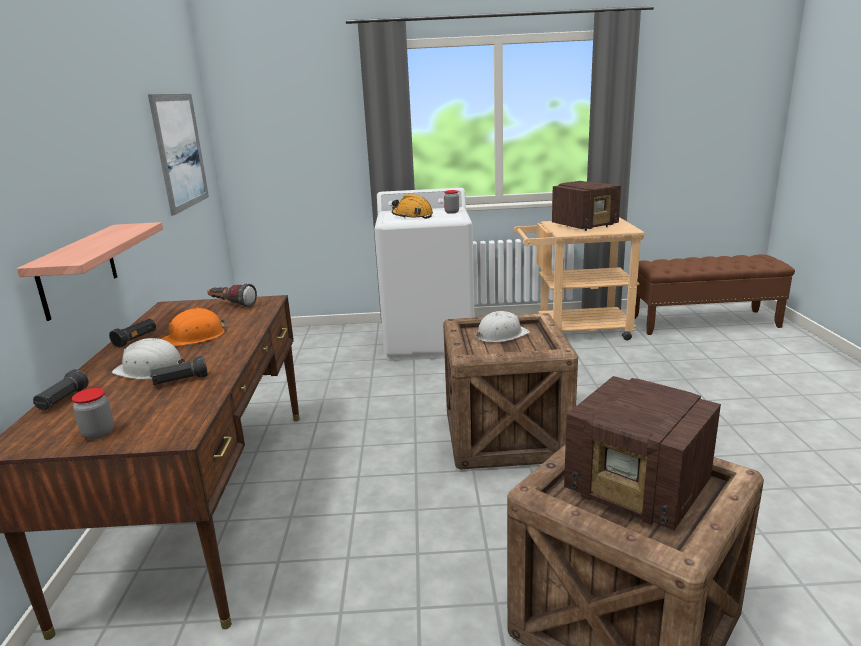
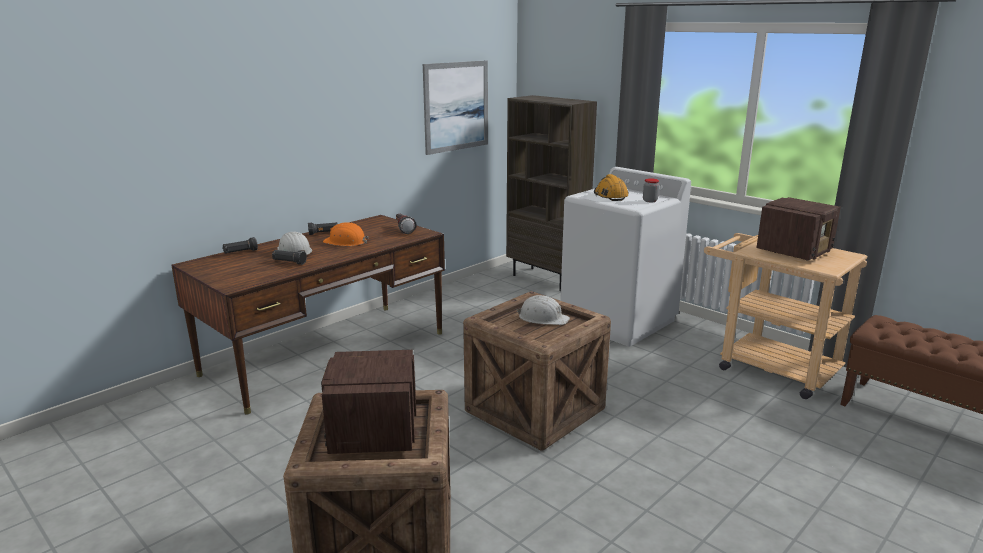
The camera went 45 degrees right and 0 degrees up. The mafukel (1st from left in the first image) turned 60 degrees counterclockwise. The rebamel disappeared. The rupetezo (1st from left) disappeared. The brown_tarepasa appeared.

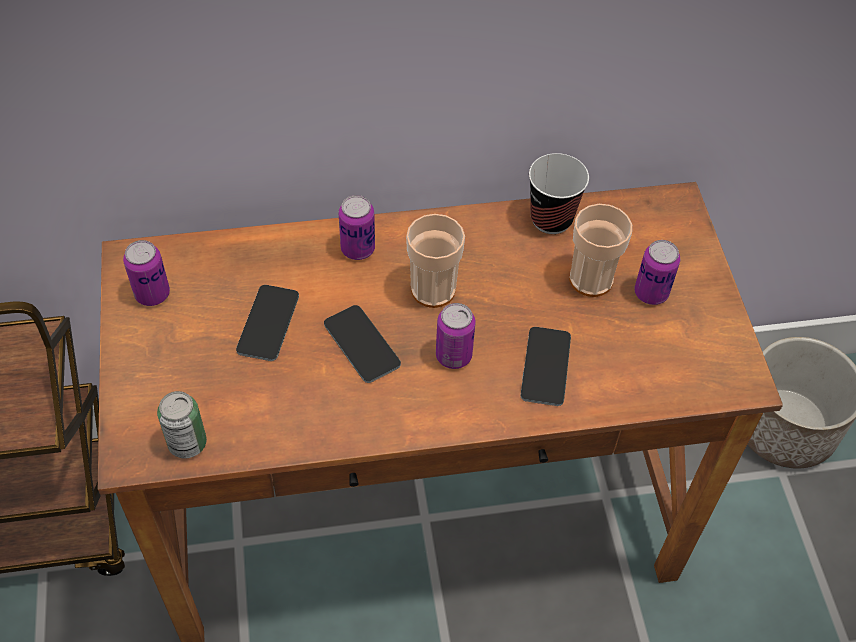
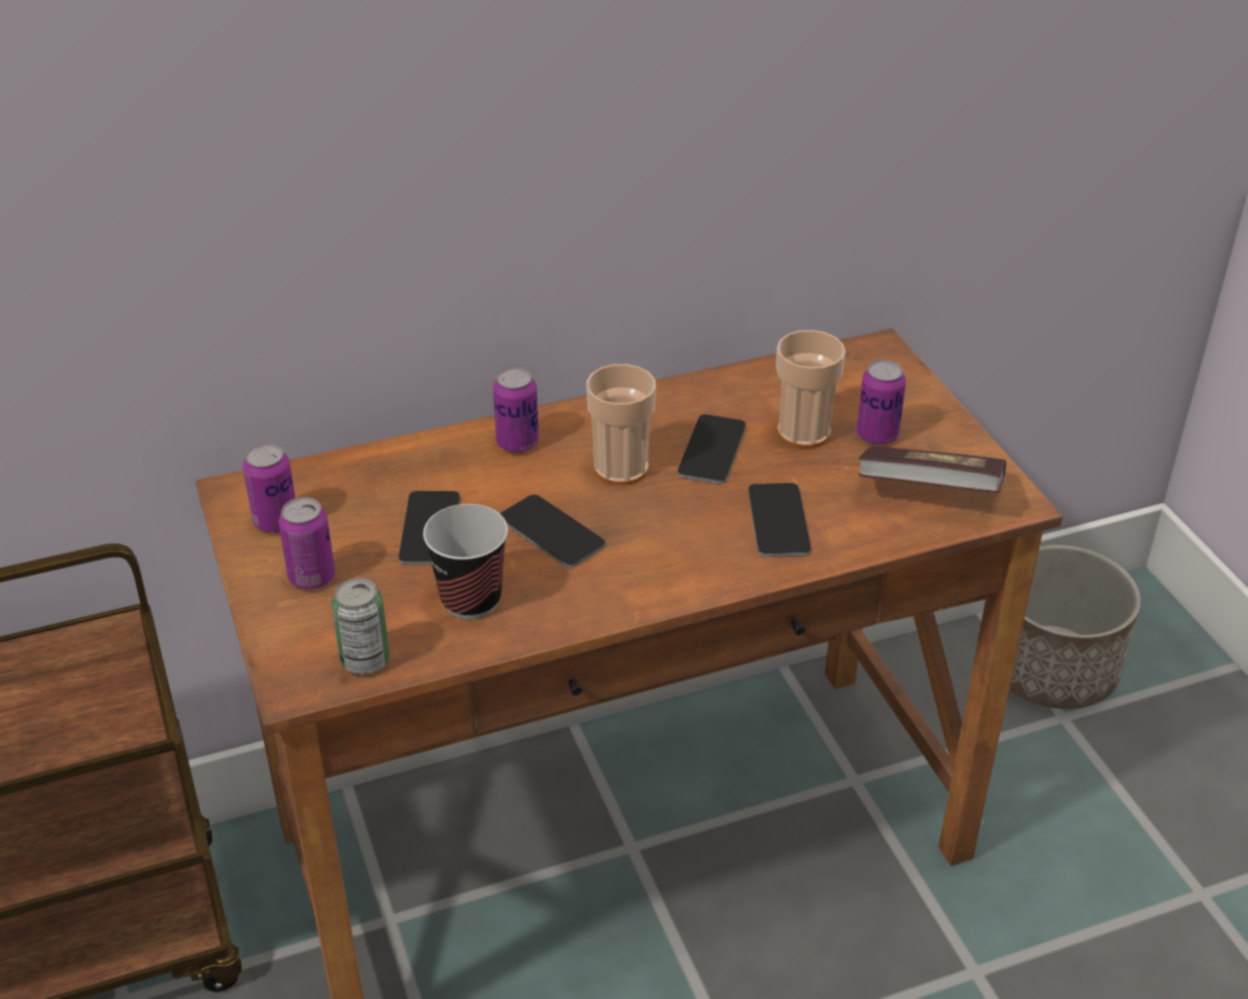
The camera went 10 degrees left and 15 degrees down. The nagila (2nd from left in the first image) moved. The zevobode (4th from left in the first image) moved. The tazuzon (3rd from left) appeared. The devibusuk appeared.

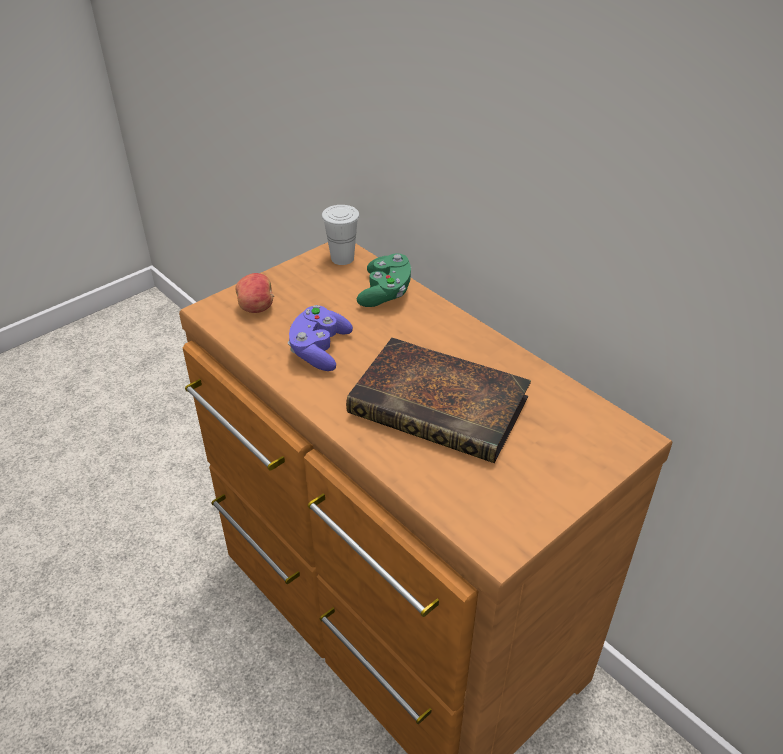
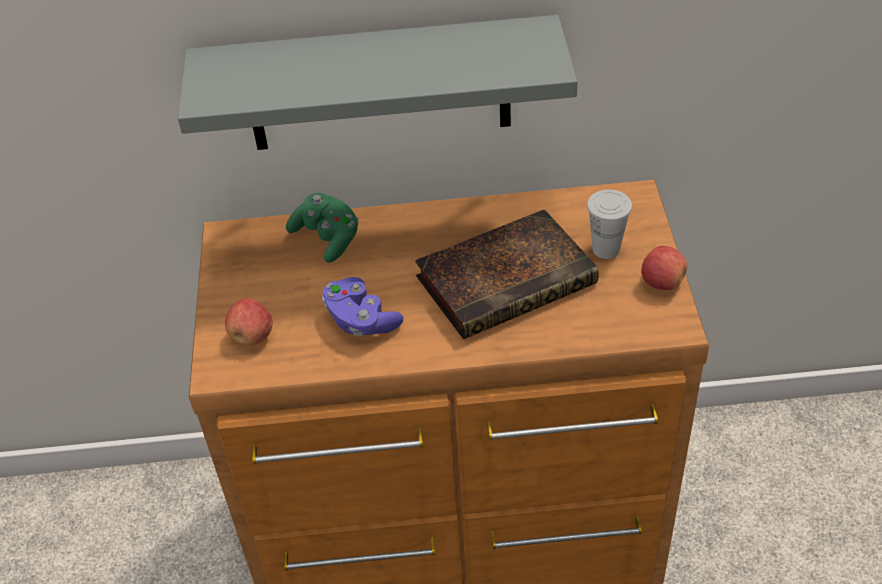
The camera went 50 degrees left and 5 degrees up. The white_nagila moved. The grey_rebamel appeared. The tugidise (2nd from left) appeared.

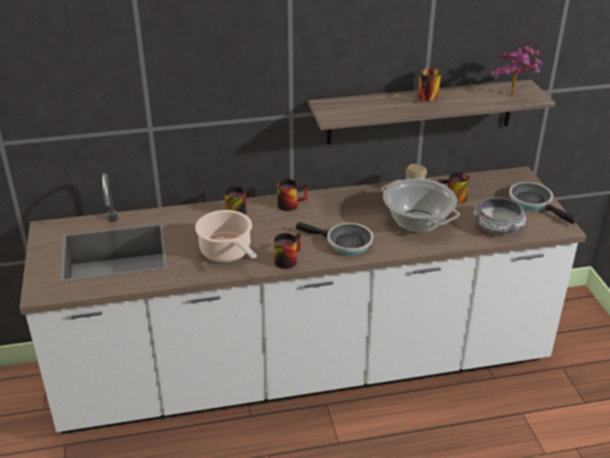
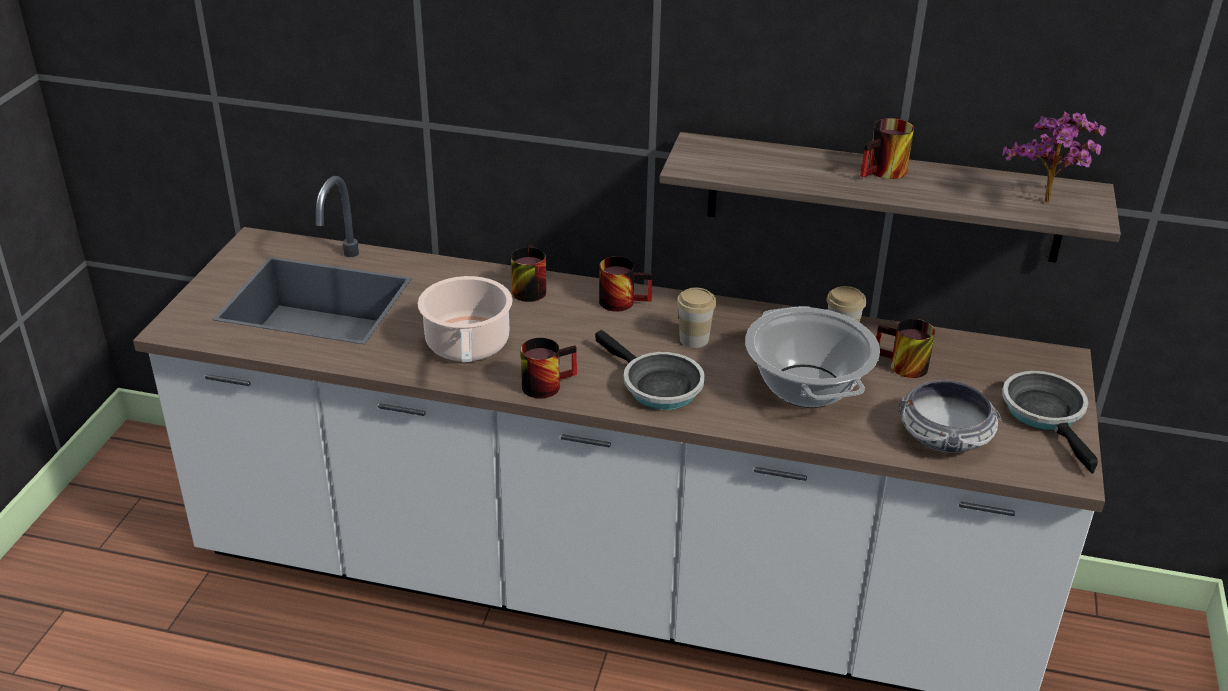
The camera went 25 degrees right and 0 degrees up. The nagila (1st from left) appeared.

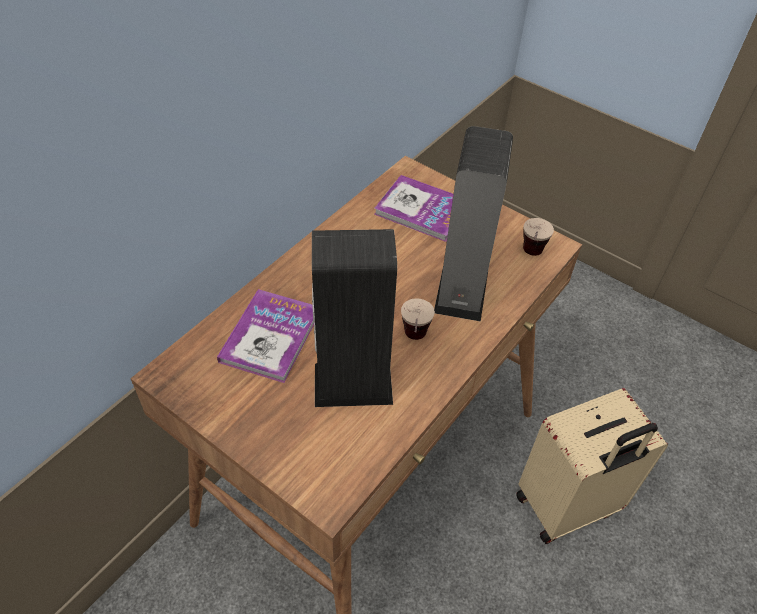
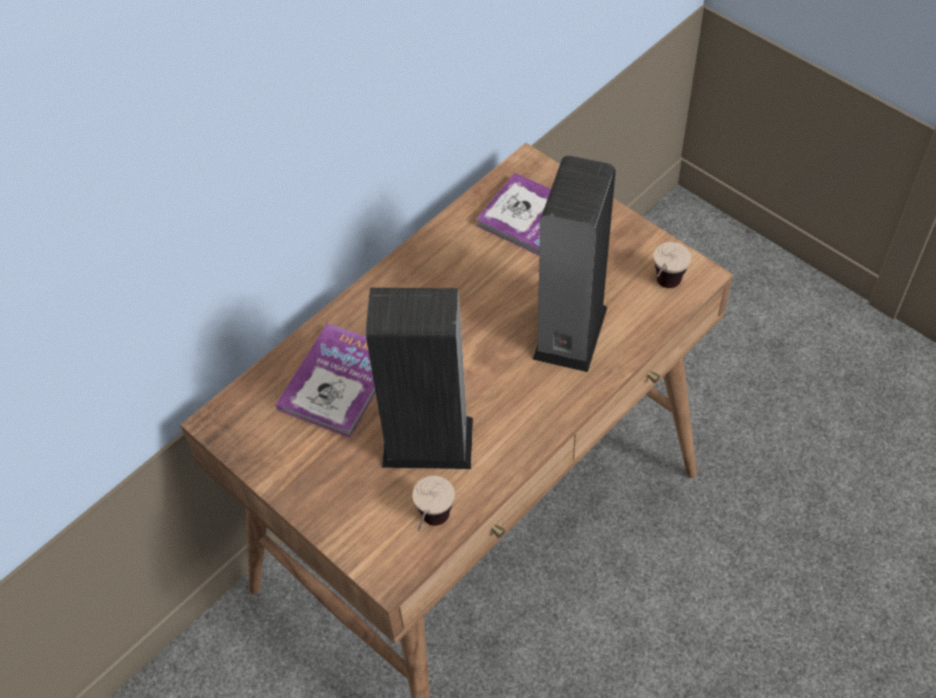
The camera went 10 degrees right and 5 degrees up. The nagila (1st from left) moved. The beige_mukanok disappeared.

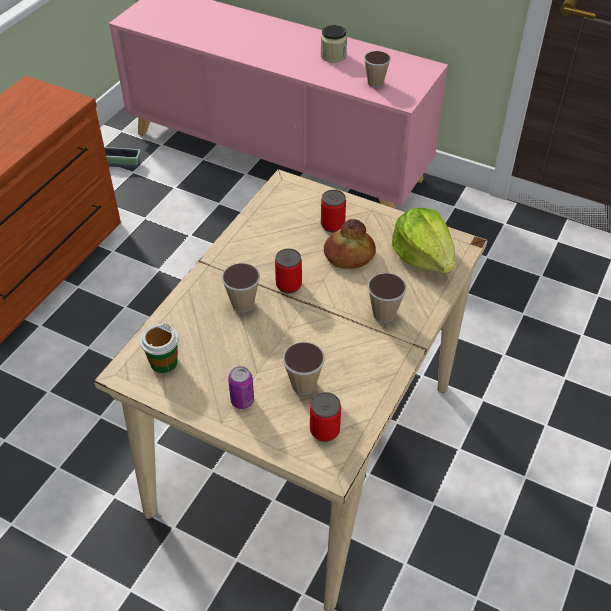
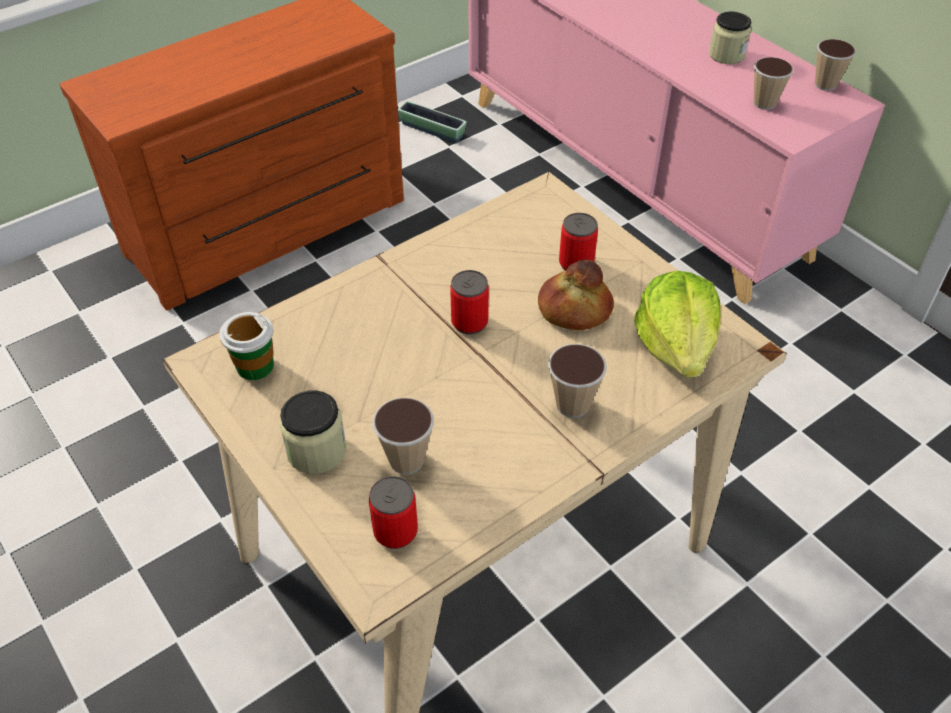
The camera went 25 degrees right and 0 degrees up. The nagila (2nd from left in the first image) moved. The zevobode (1st from left) was replaced by the rupetezo (1st from left).

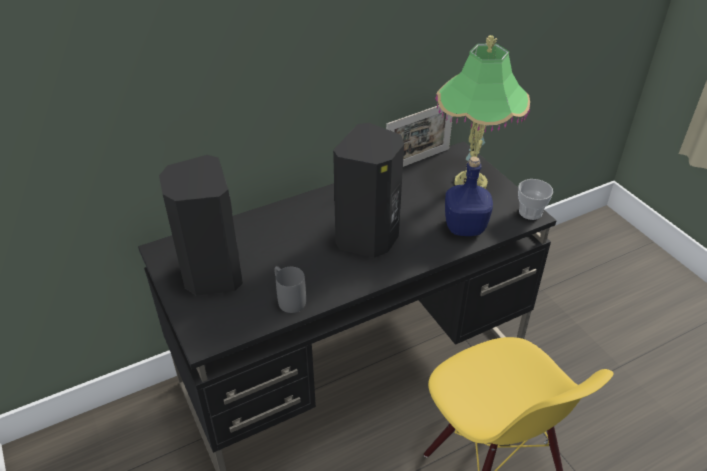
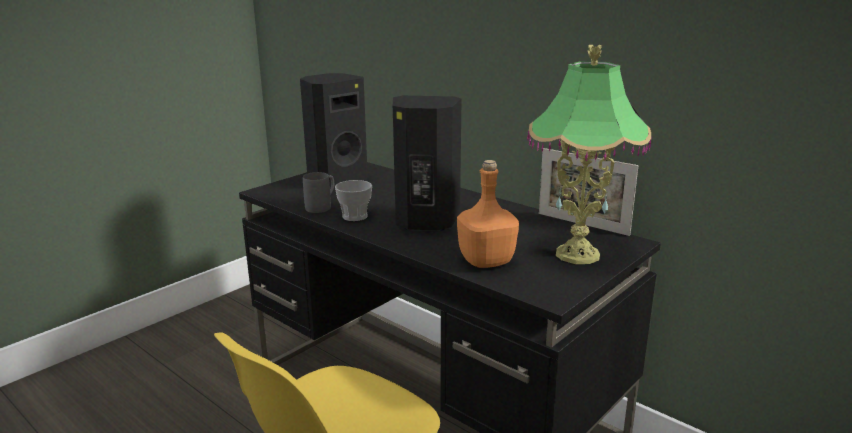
The camera went 70 degrees right and 20 degrees down. The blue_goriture became the orange_goriture. The nagila moved.

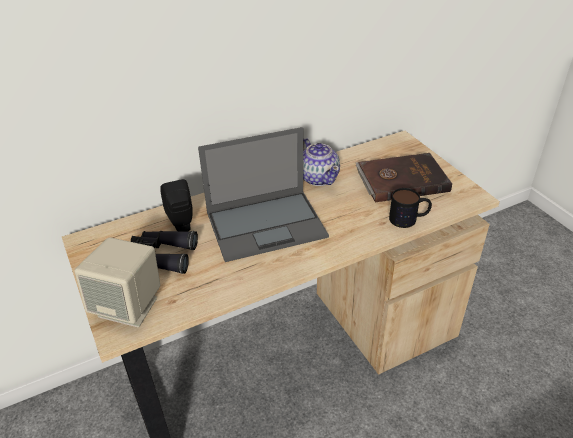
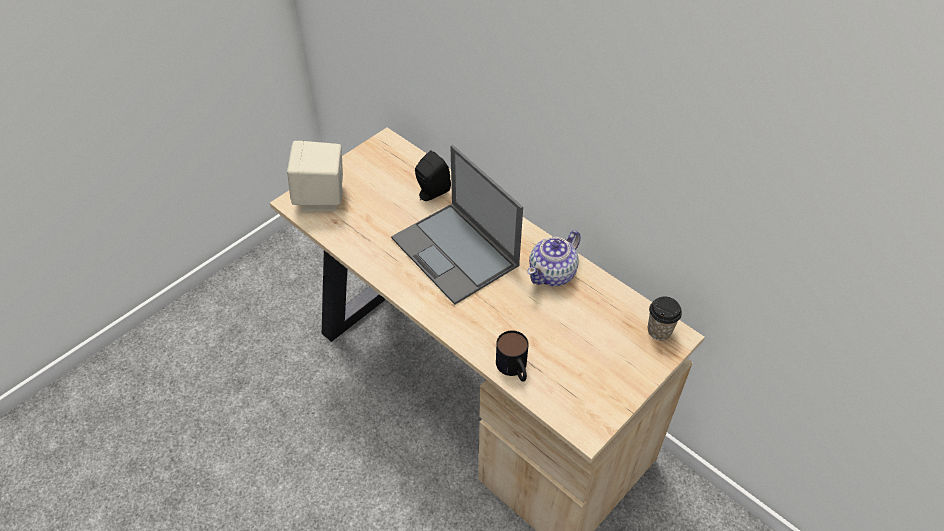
The camera went 70 degrees right and 10 degrees up. The brown_devibusuk disappeared. The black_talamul disappeared. The nagila appeared.

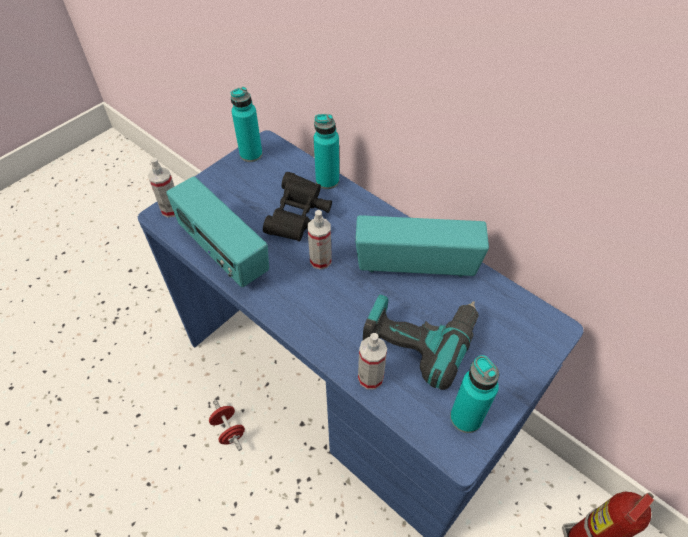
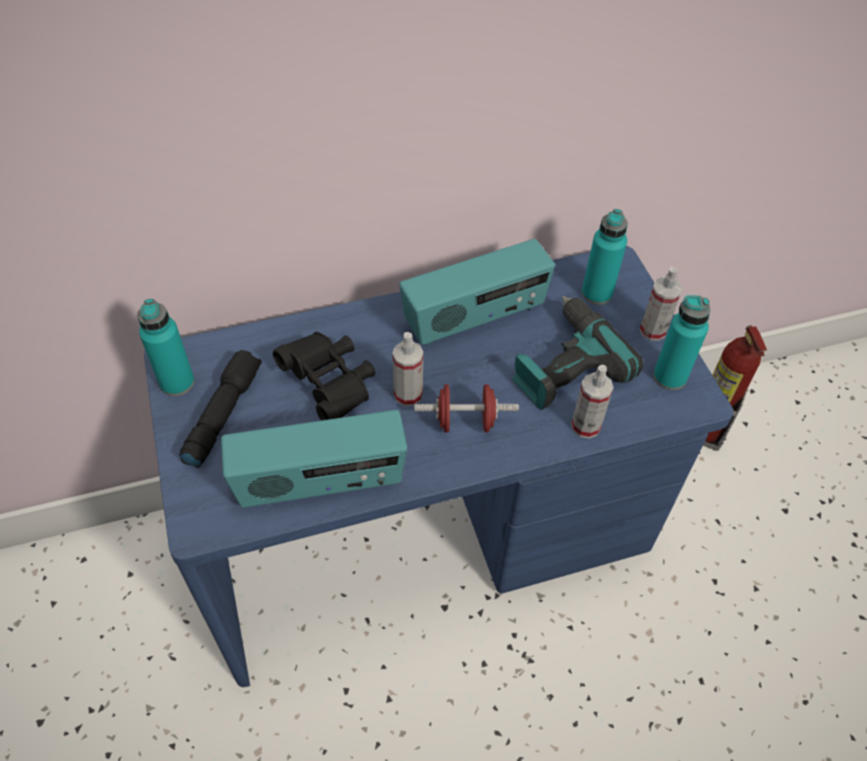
The camera went 60 degrees left and 0 degrees up. The turquoise_goriture (2nd from left) moved. The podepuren (1st from left in the first image) moved. The mafukel (2nd from left) turned 150 degrees counterclockwise. The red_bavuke moved. The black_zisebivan appeared.

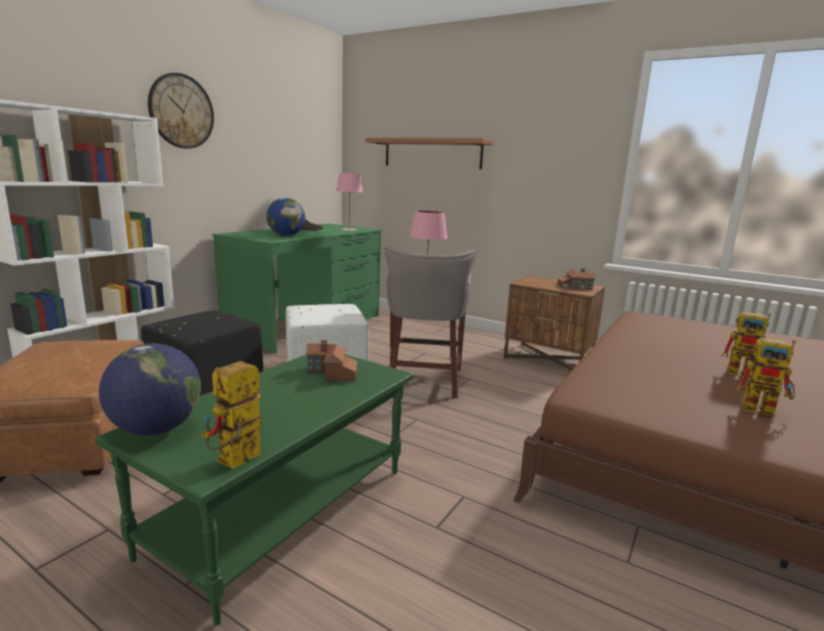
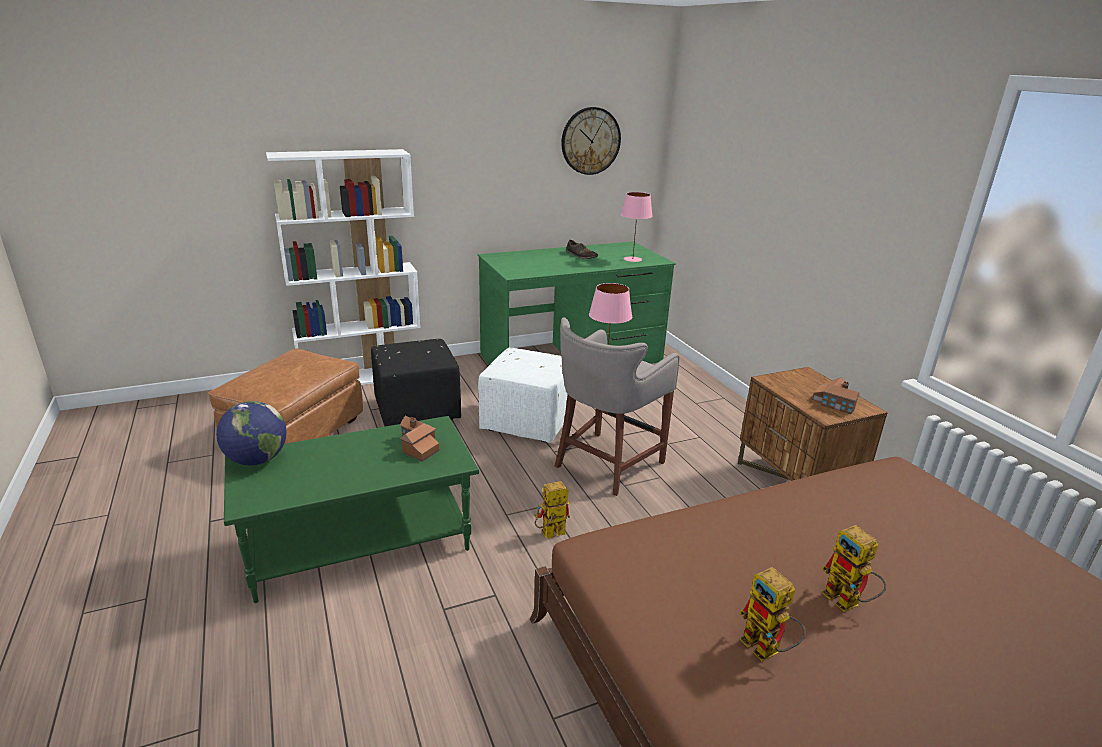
The camera went 35 degrees right and 10 degrees up. The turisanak moved. The rebamel disappeared. The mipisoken (2nd from left) disappeared. The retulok (1st from left) moved.

